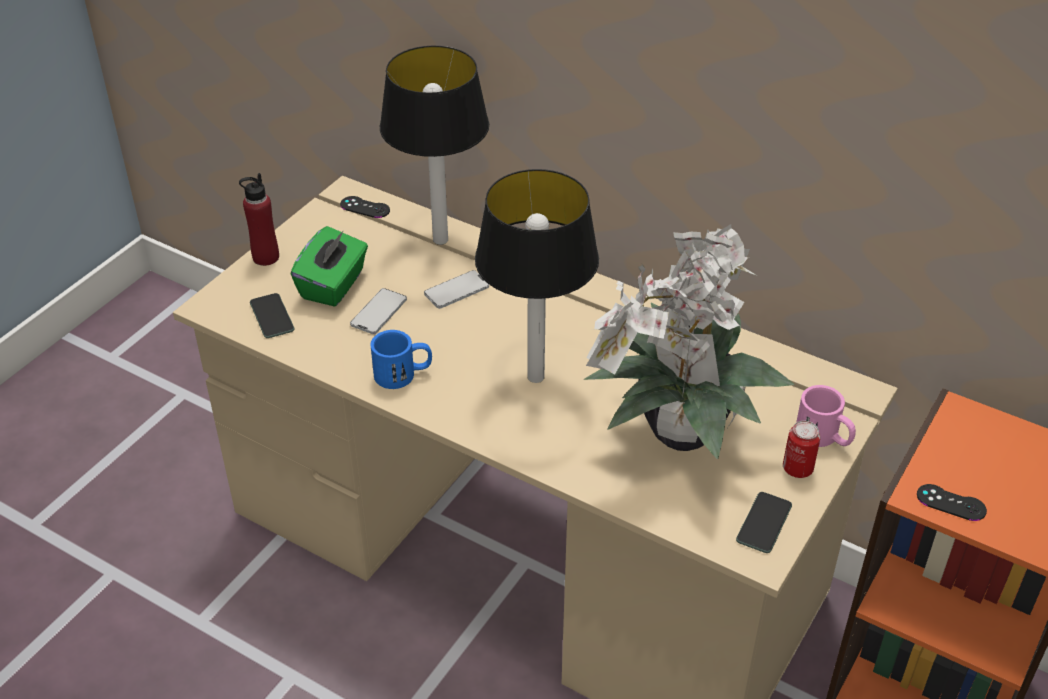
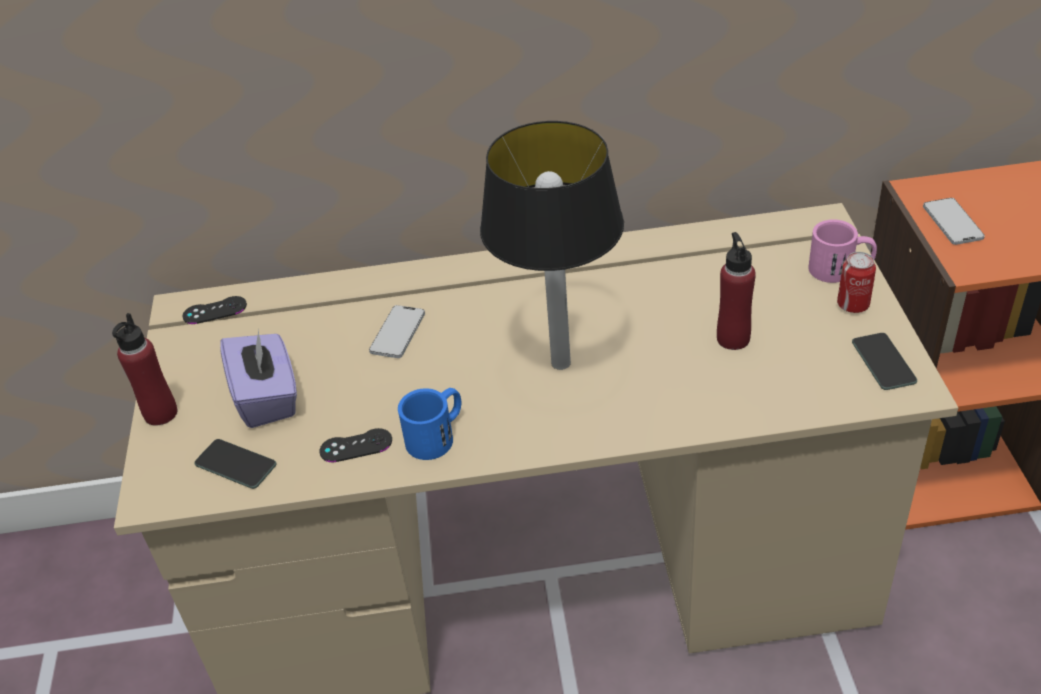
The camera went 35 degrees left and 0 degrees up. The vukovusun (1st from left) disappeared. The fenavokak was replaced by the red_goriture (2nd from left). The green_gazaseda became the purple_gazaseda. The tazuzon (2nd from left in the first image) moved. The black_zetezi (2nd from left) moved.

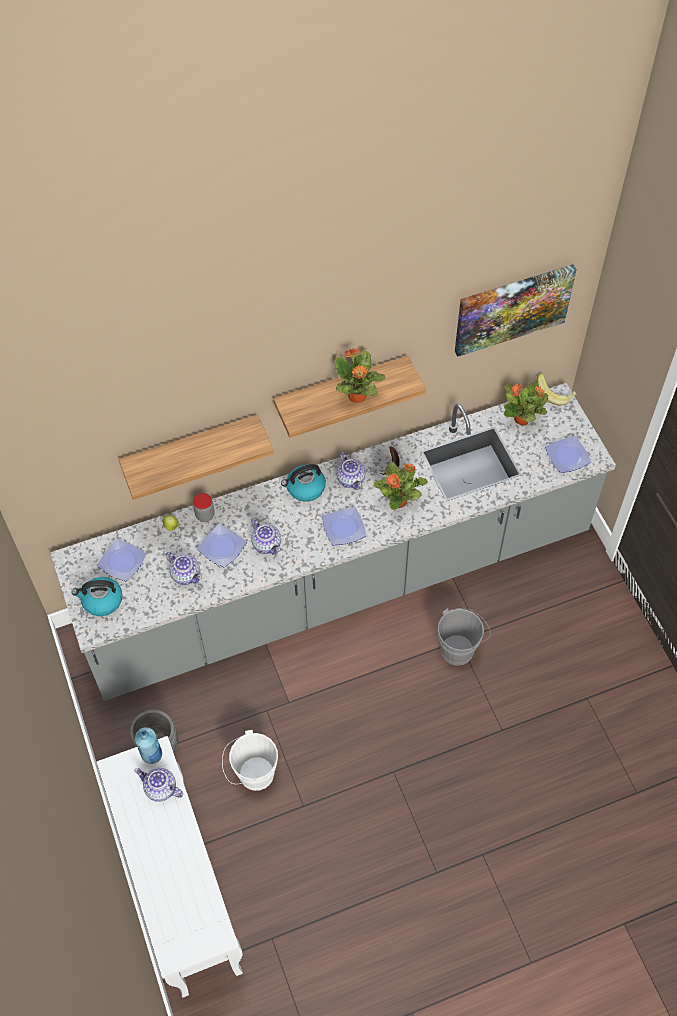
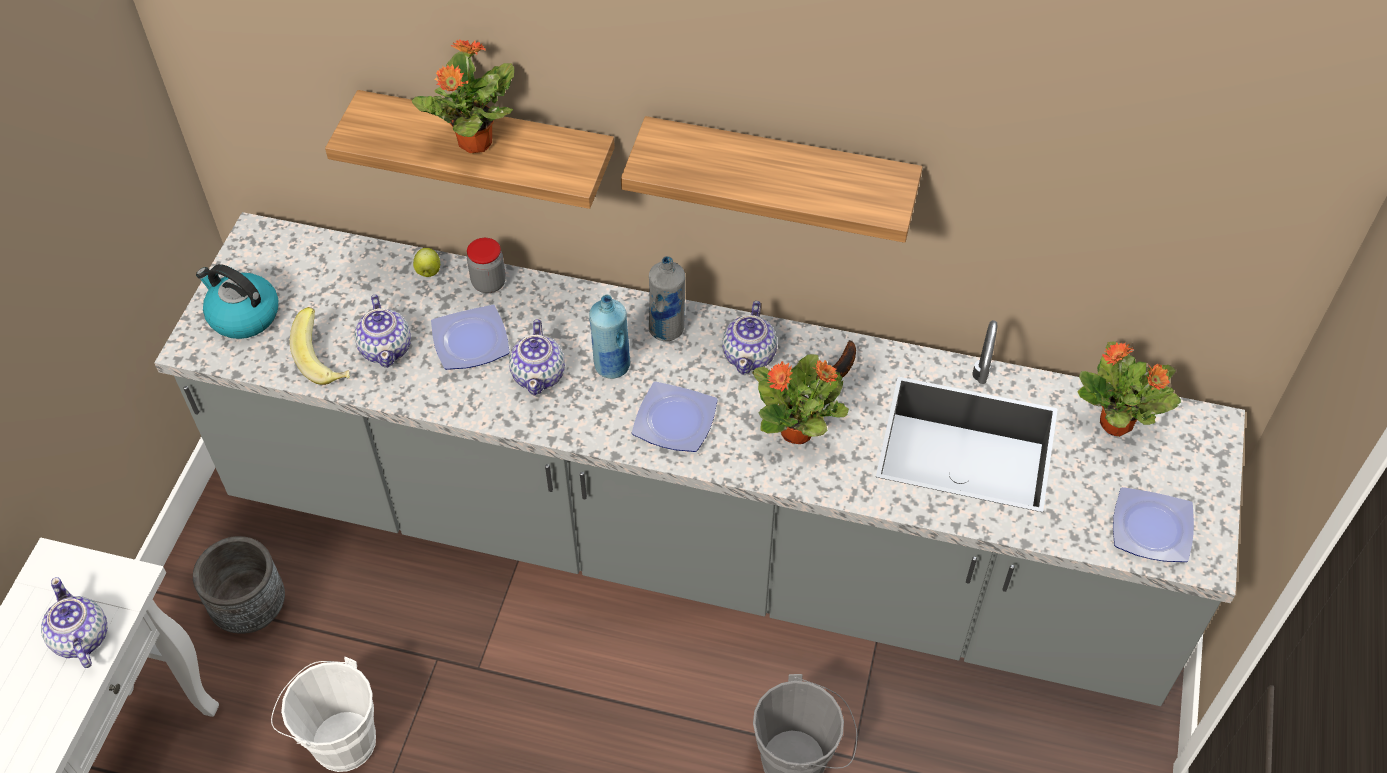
The camera went 35 degrees right and 5 degrees down. The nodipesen disappeared. The fenavokak (1st from left) moved. The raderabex (2nd from left in the first image) moved. The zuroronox (2nd from left) was replaced by the grey_goriture. The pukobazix (1st from left) disappeared. The blue_goriture moved.

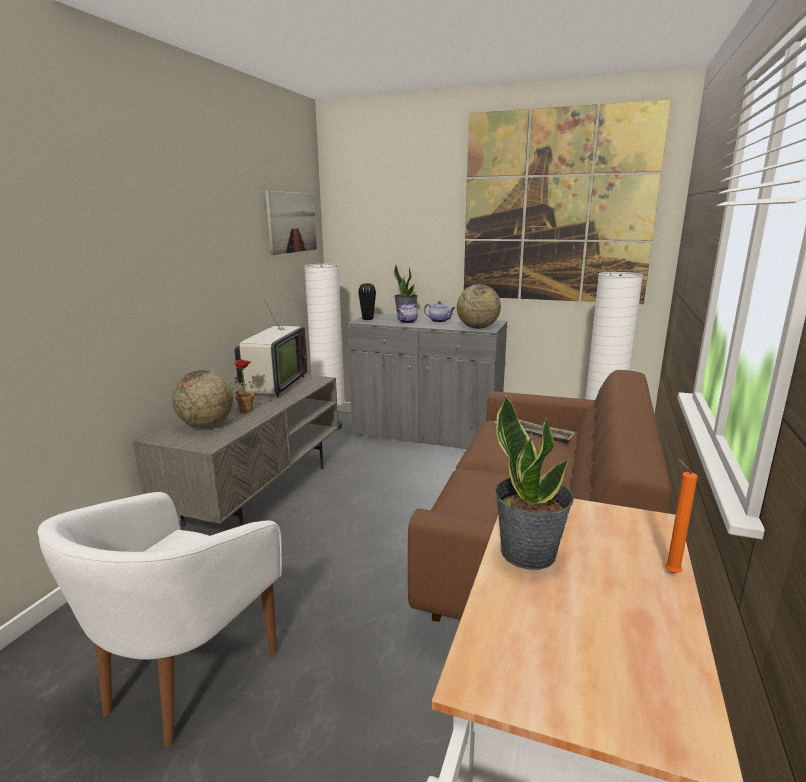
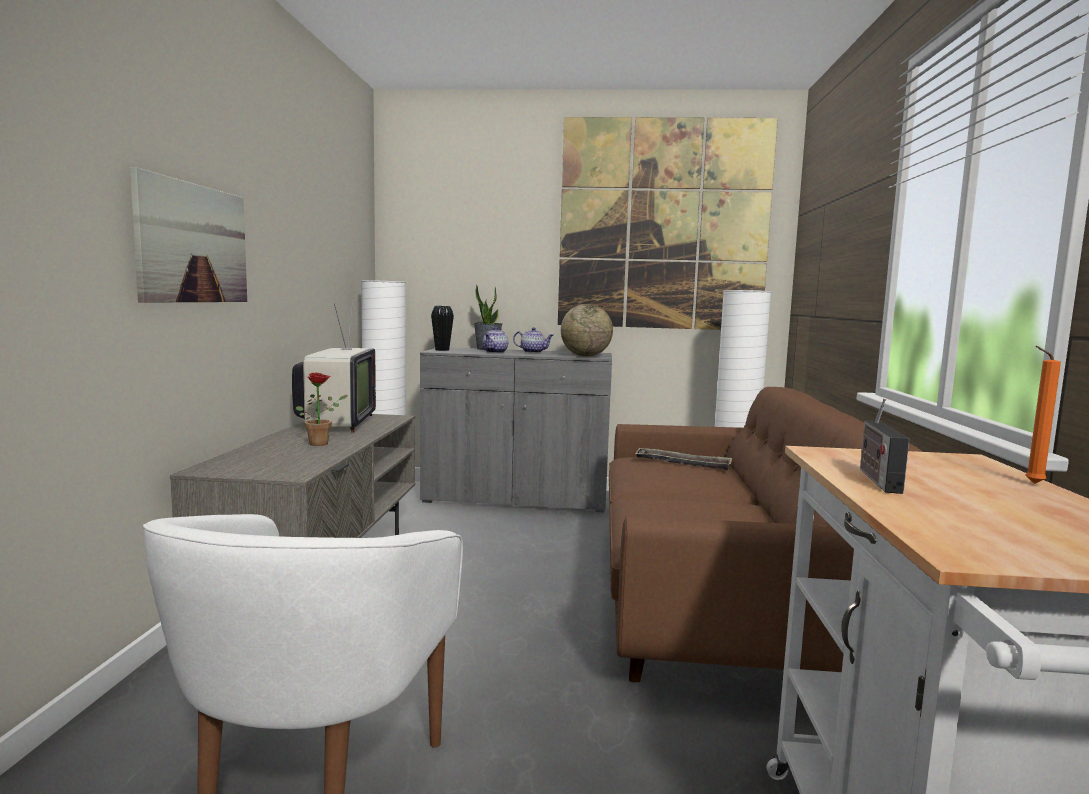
The camera went 15 degrees left and 10 degrees down. The nodipesen (1st from left) moved. The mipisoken (1st from left) disappeared. The fenavokak (3rd from left) was replaced by the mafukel.

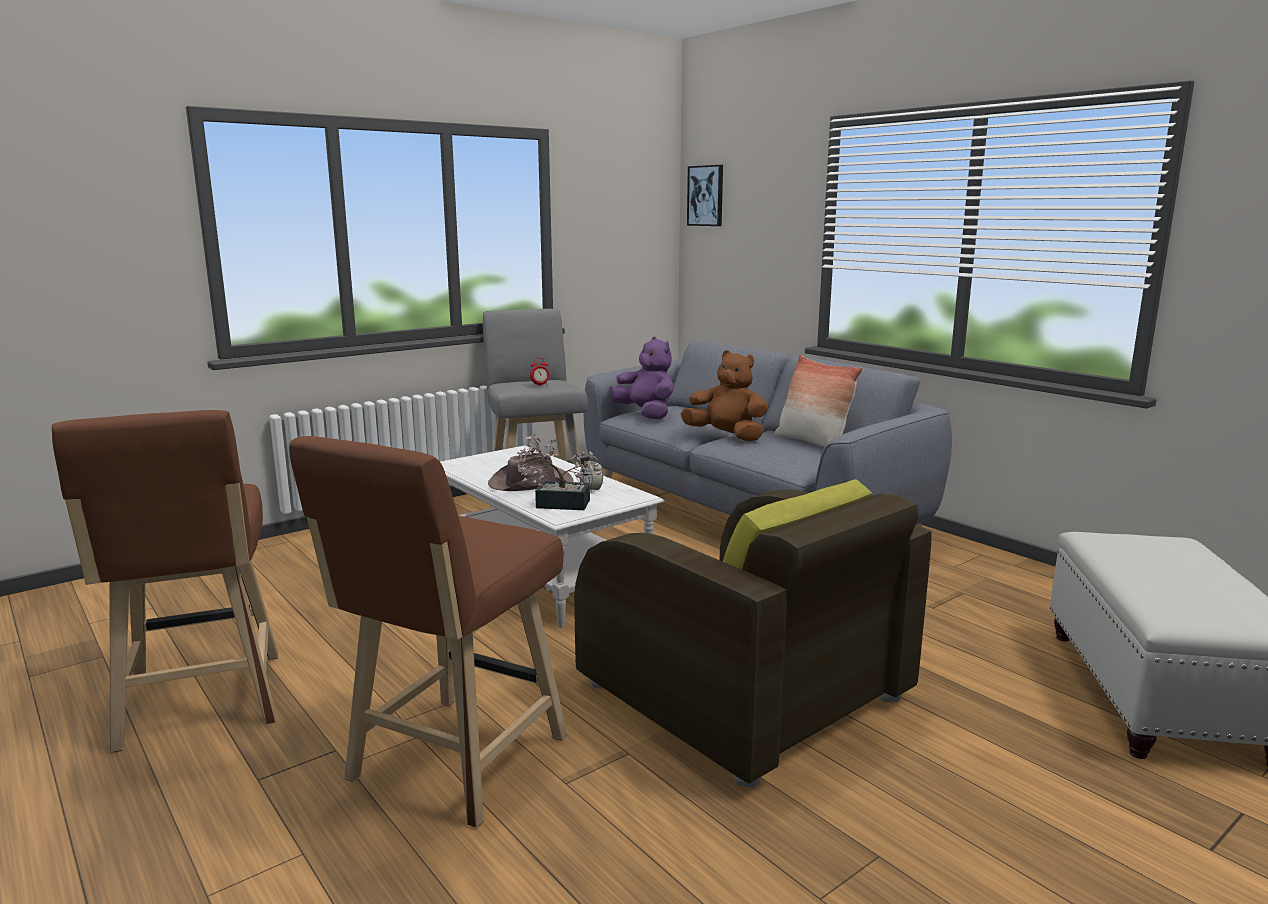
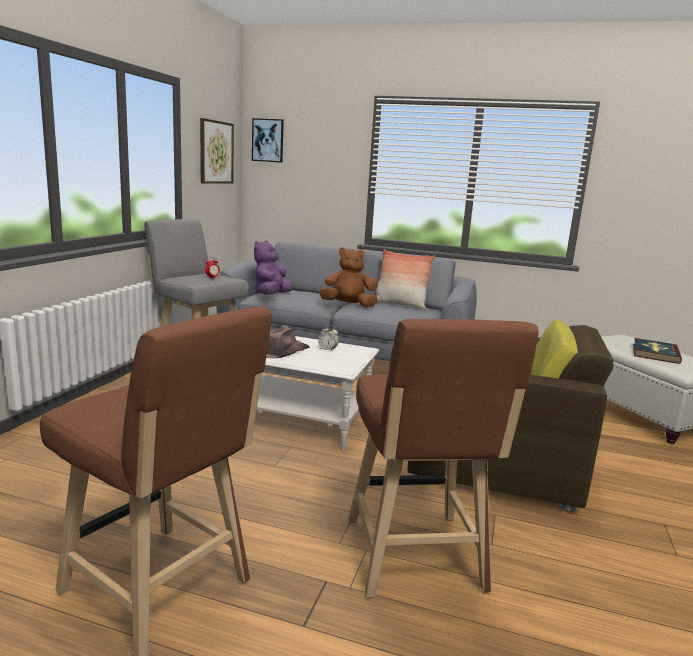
The camera went 35 degrees left and 0 degrees up. The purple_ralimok turned 90 degrees counterclockwise. The fenavokak disappeared. The nodipesen (1st from left) appeared. The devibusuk appeared.

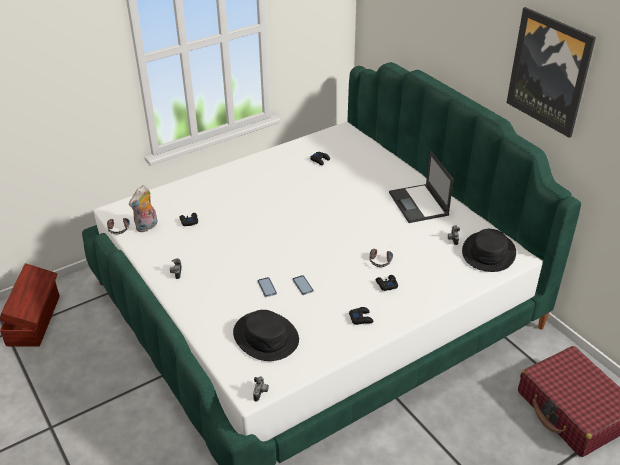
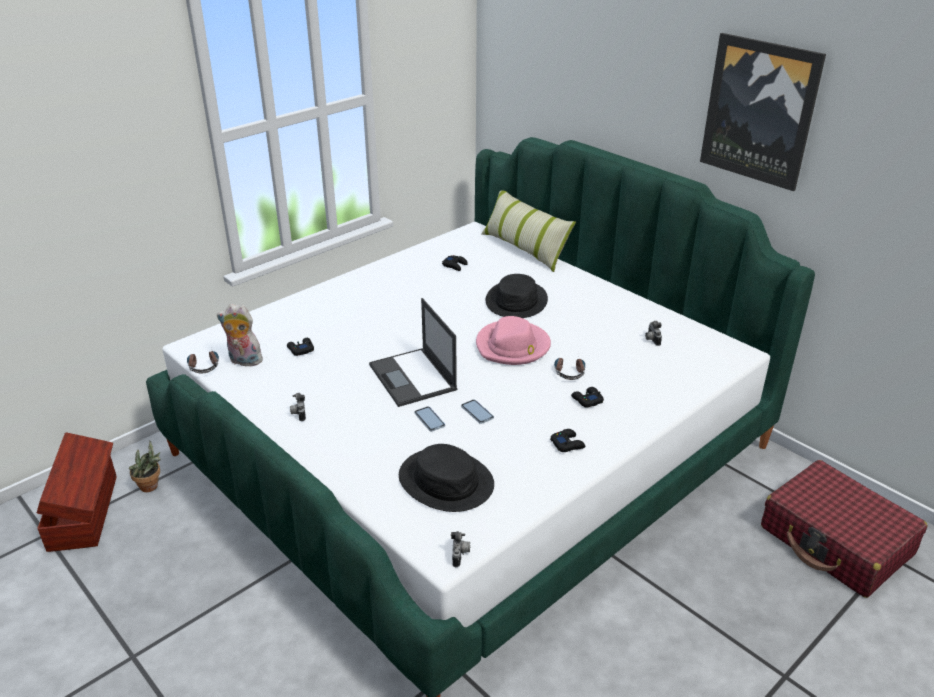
The camera went 10 degrees left and 5 degrees down. The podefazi moved. The ralimok turned 75 degrees clockwise. The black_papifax (2nd from left) moved. The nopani appeared. The pink_papifax appeared. The fenavokak appeared.

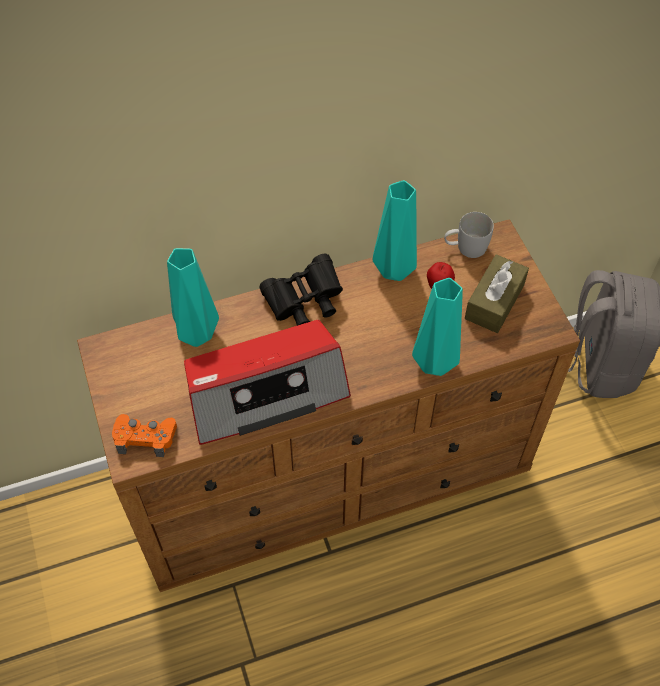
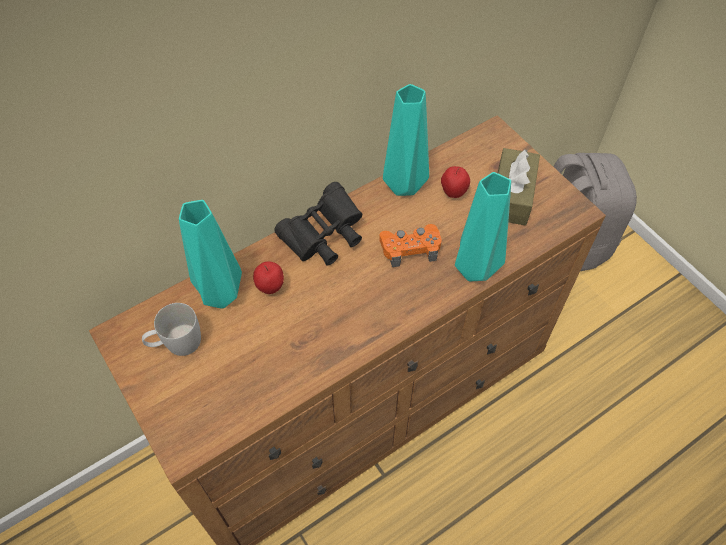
The camera went 15 degrees left and 0 degrees up. The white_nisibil moved. The mafukel disappeared. The orange_zetezi moved. The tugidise (1st from left) appeared.

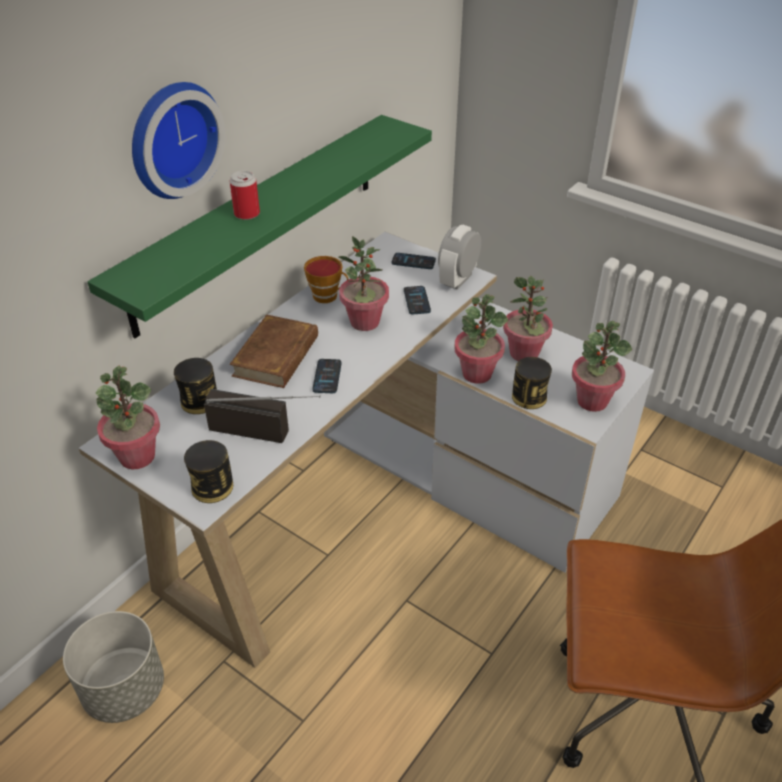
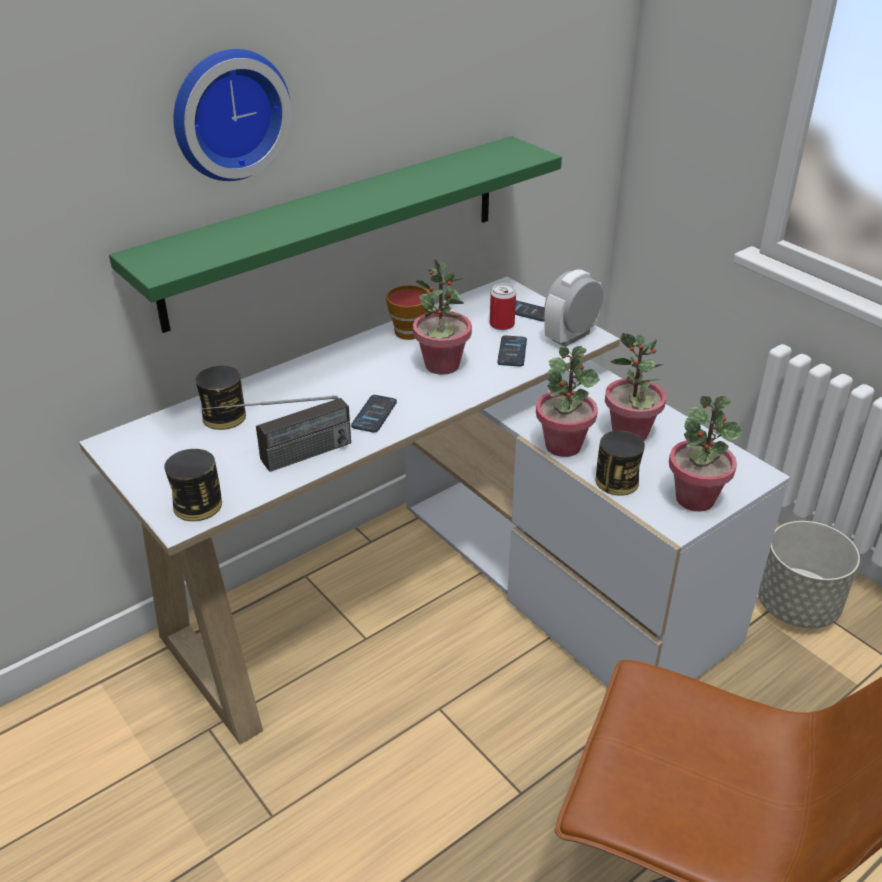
The camera went 15 degrees right and 5 degrees down. The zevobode (3rd from left) moved. The brown_devibusuk disappeared. The fenavokak (1st from left) disappeared. The mafukel turned 120 degrees clockwise. The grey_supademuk moved.

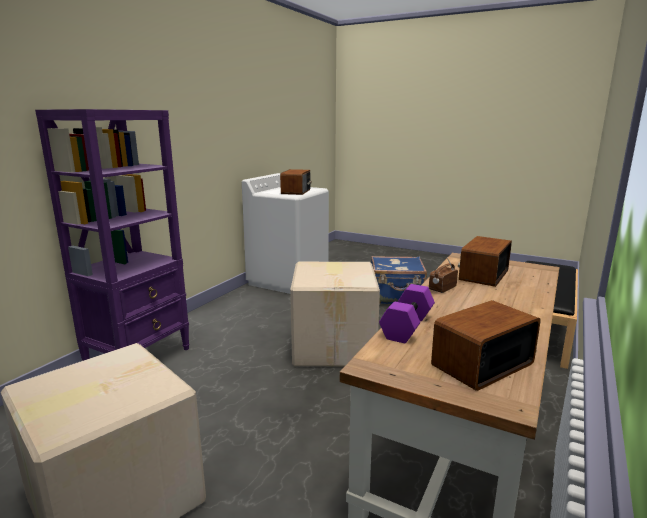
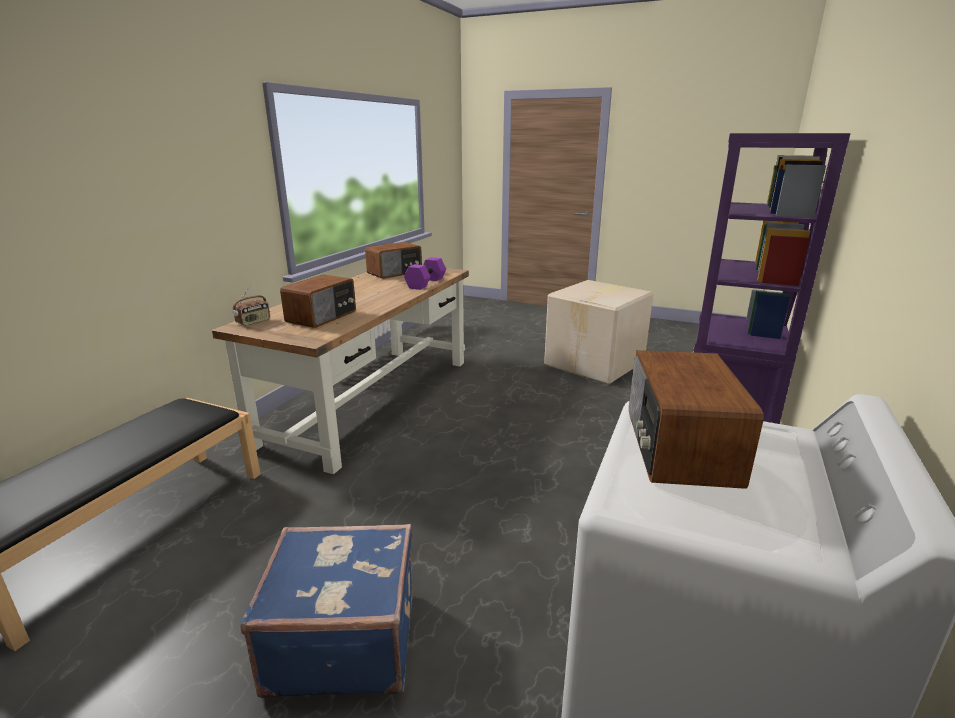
The camera went 175 degrees right and 5 degrees up. The mafukel (2nd from left in the first image) moved. The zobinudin (2nd from left) disappeared.

